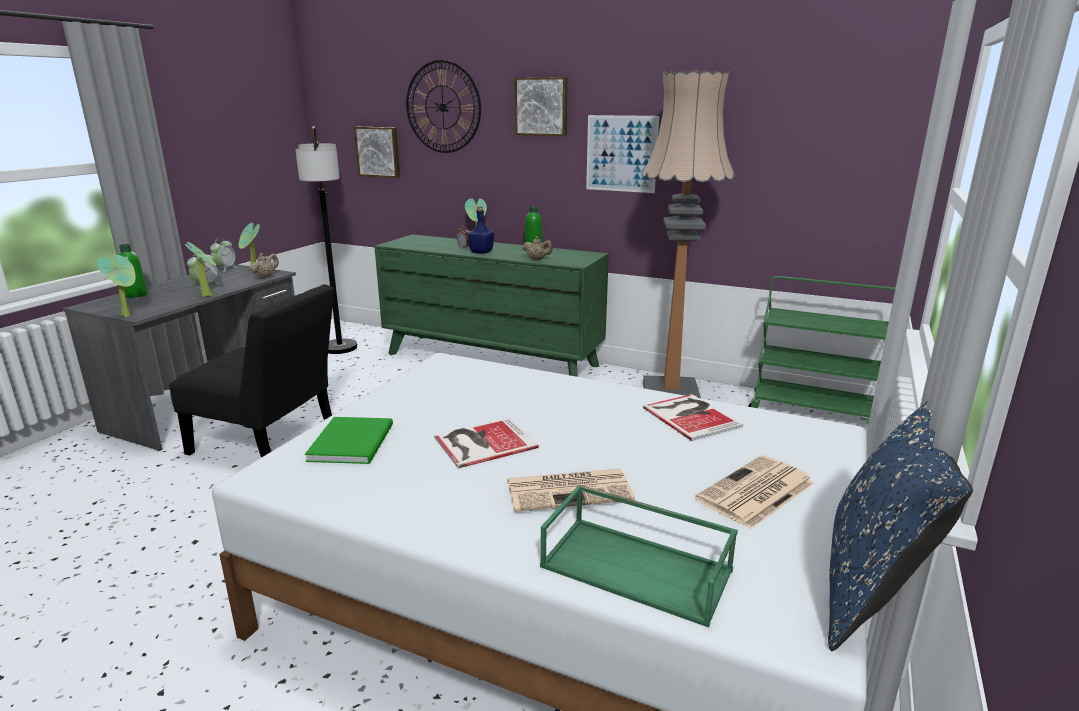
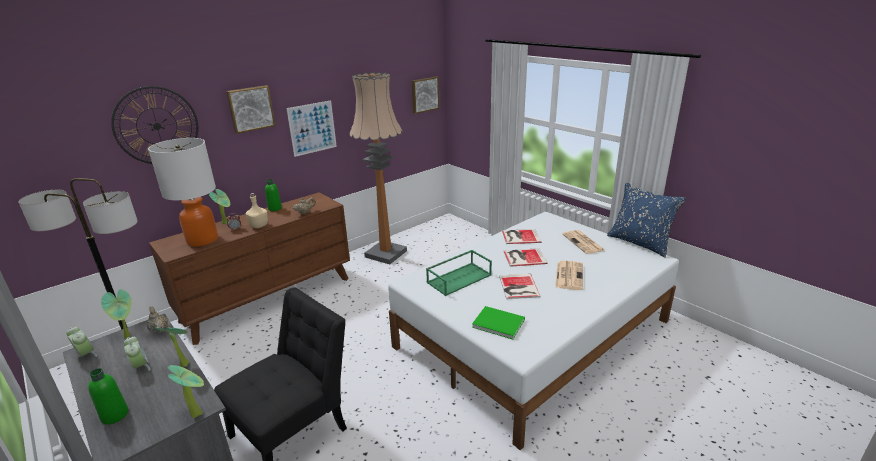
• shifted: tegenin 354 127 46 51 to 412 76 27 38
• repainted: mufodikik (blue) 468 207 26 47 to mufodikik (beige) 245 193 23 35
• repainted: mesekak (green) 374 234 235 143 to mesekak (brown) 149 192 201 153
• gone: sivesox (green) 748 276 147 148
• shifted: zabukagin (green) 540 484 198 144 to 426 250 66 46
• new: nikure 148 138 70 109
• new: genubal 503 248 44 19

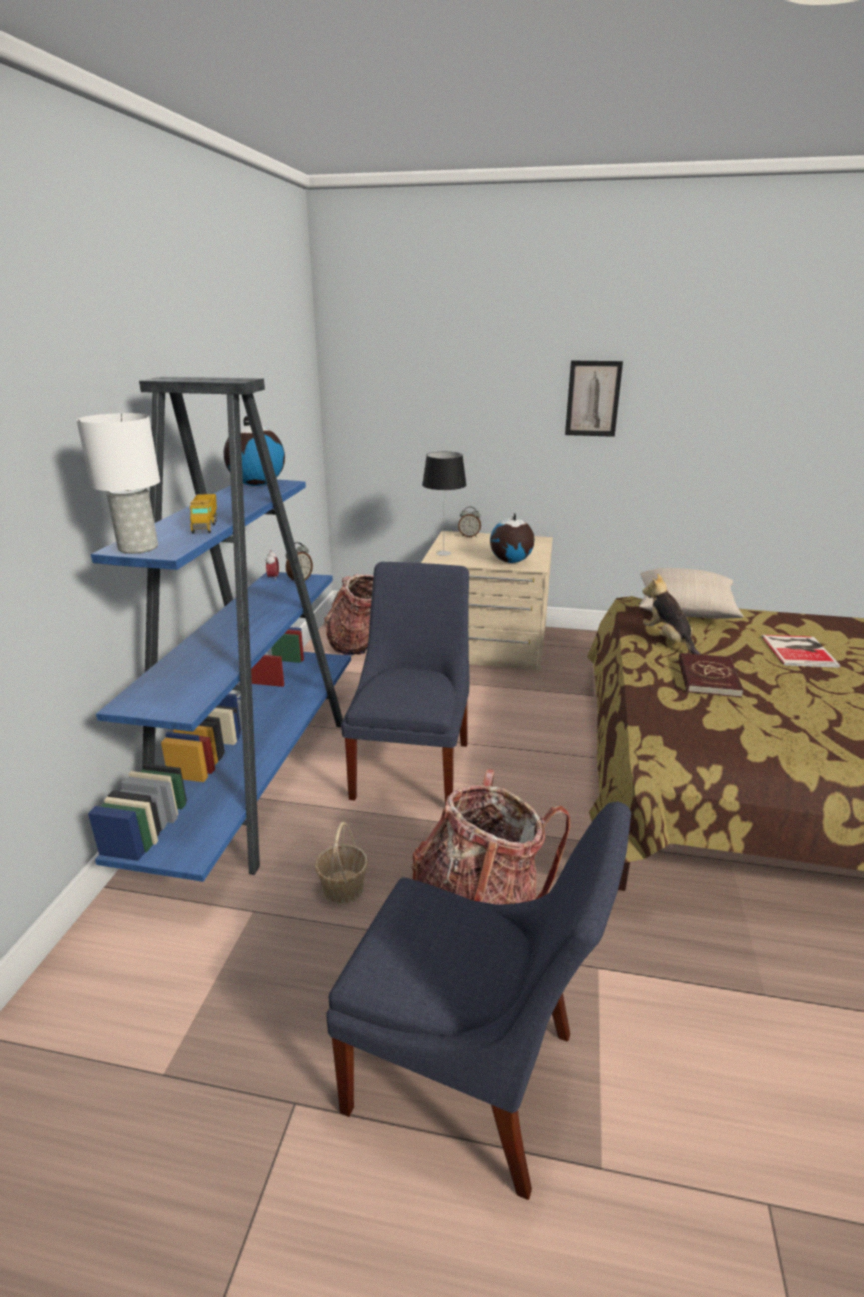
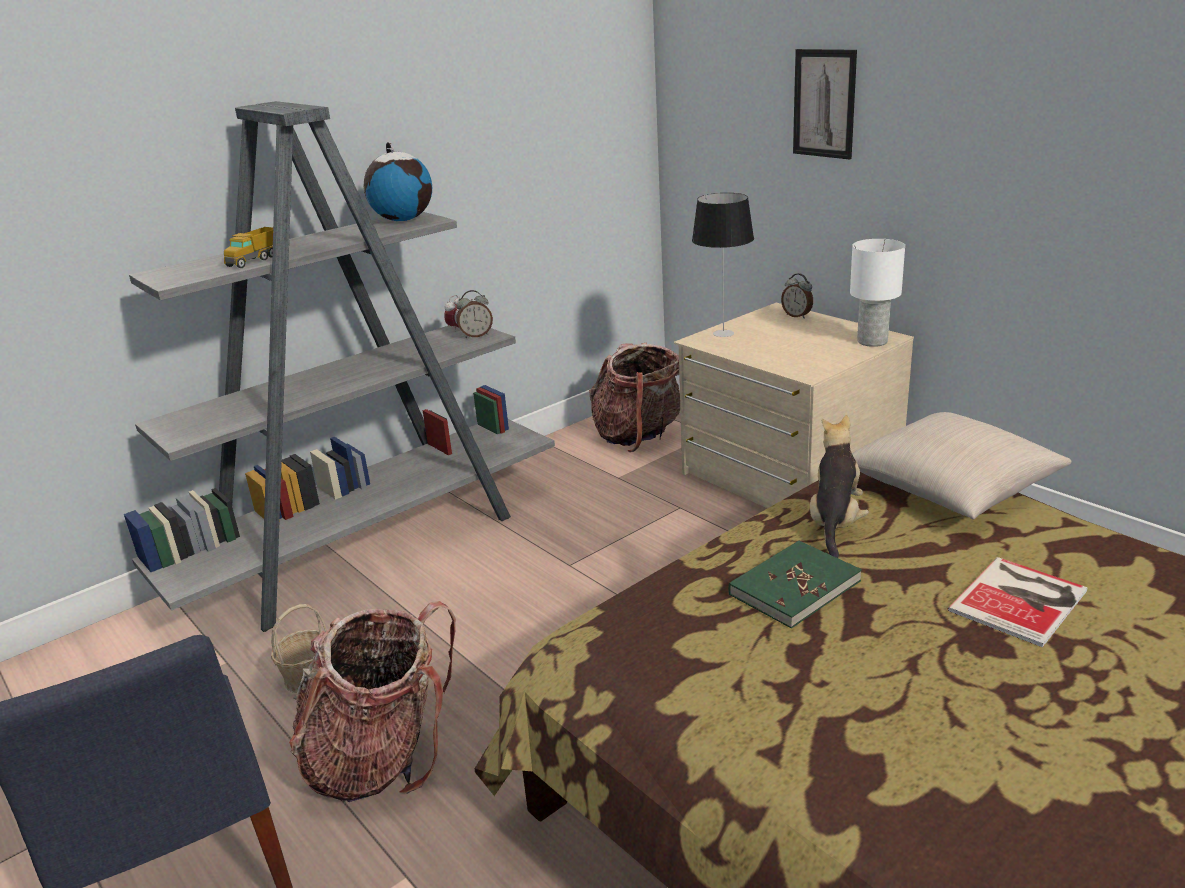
• shifted: tegenin 565 361 58 76 to 793 49 64 111
• repainted: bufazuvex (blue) 88 377 263 505 to bufazuvex (grey) 124 101 431 531
• shifted: nikure (white) 77 413 83 141 to 850 239 55 108
• gone: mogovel 490 513 45 50
• gone: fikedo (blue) 341 562 129 241
• repainted: genubal (red) 679 653 65 44 to genubal (green) 728 540 134 89

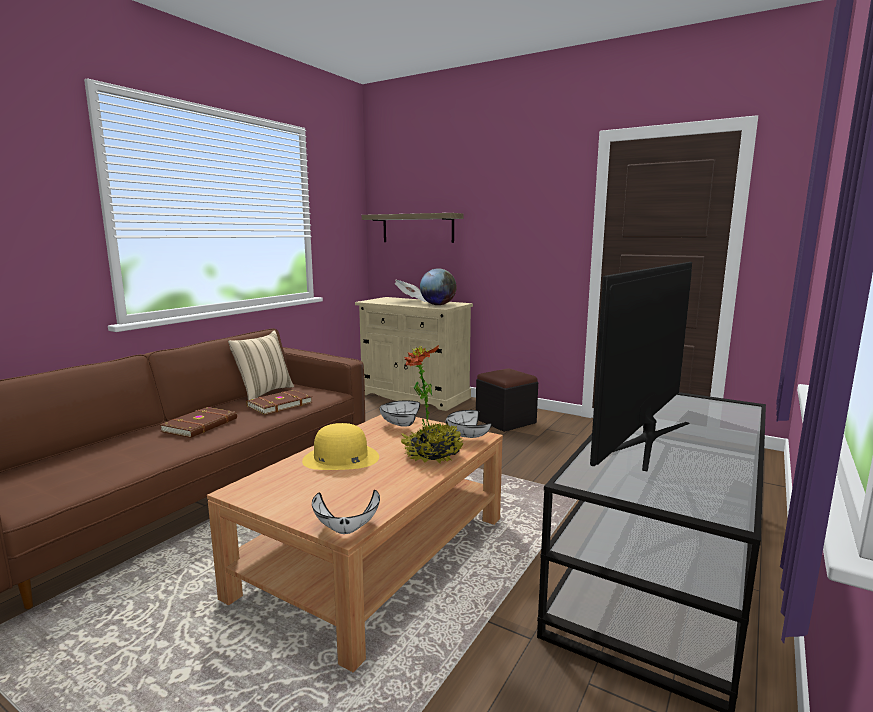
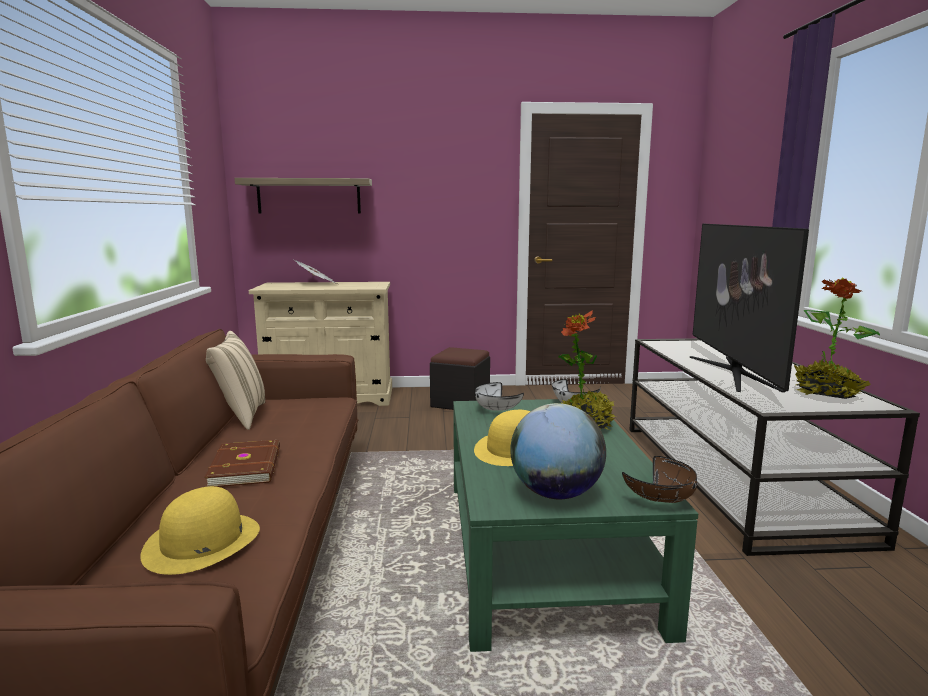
• shifted: mogovel 420 268 37 37 to 510 403 96 96
• gone: genubal (brown) 246 390 66 25
• repainted: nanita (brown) 207 415 296 257 to nanita (green) 453 399 245 253
• repainted: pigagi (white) 312 490 68 44 to pigagi (brown) 622 456 75 47
• new: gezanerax 794 277 87 122
• new: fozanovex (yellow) 140 486 120 89

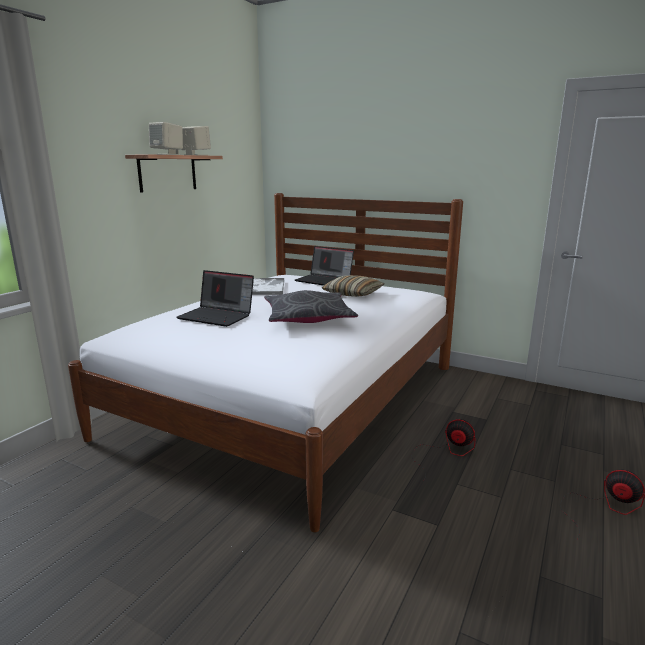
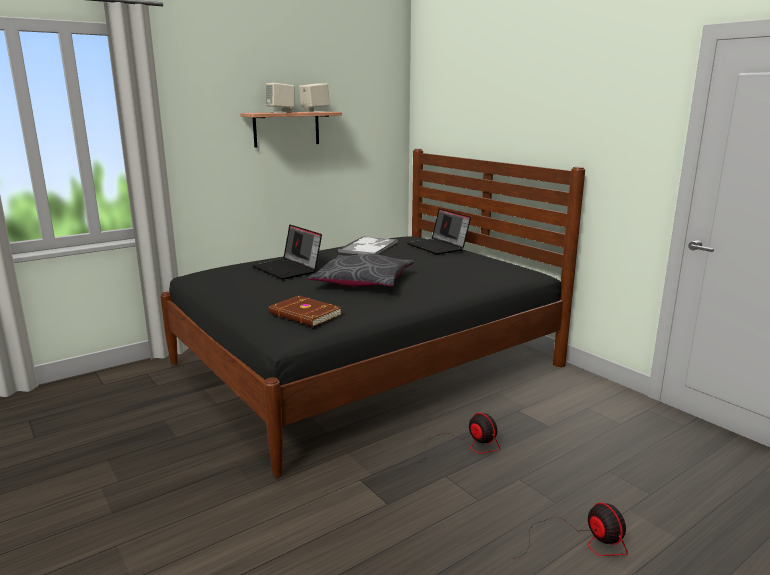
• repainted: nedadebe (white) 68 193 395 339 to nedadebe (black) 160 149 425 328
• gone: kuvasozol 322 275 63 22
• new: genubal (brown) 269 296 73 31

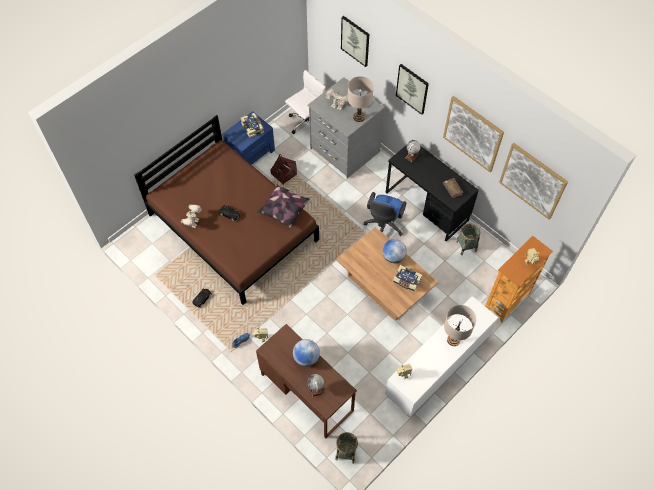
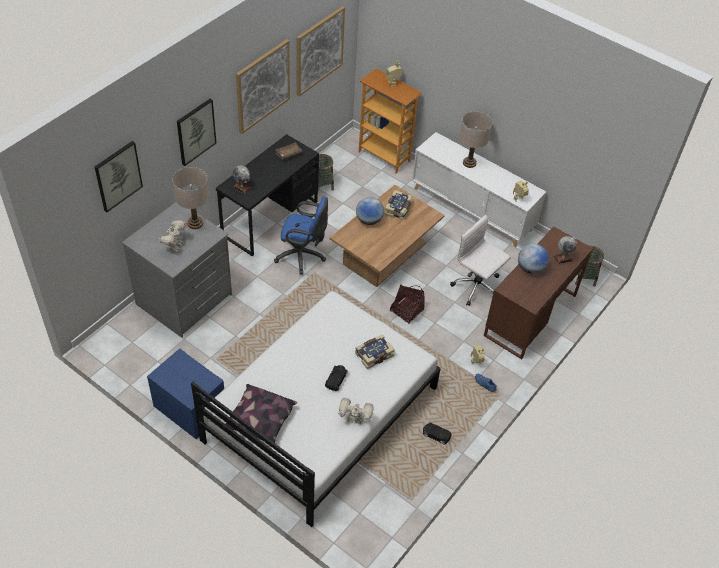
• shifted: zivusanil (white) 285 70 40 64 to 450 215 61 91
• shifted: genubal 240 113 24 25 to 355 335 40 34
• repainted: nedadebe (brown) 134 115 185 190 to nedadebe (white) 191 291 250 236
• shifted: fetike 270 154 27 30 to 390 284 35 40
• shifted: kuvasozol 257 185 52 43 to 223 384 74 59

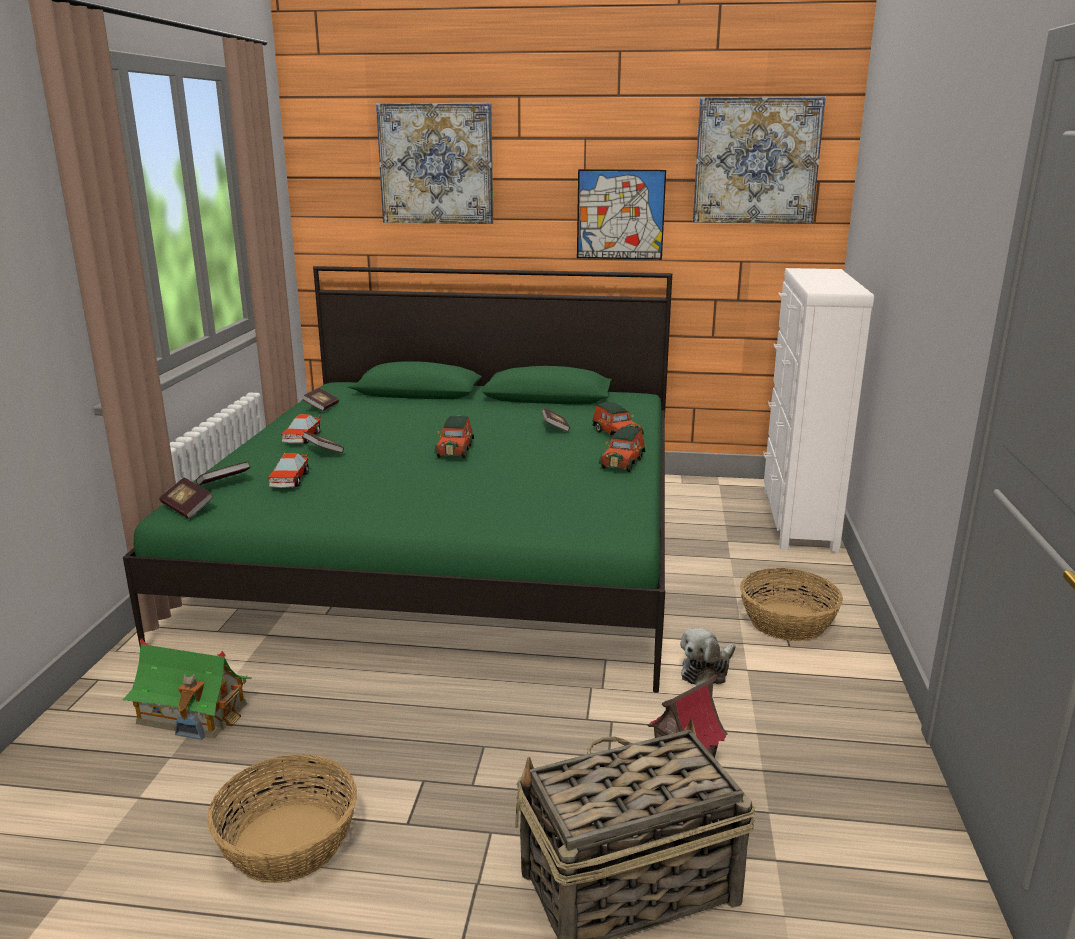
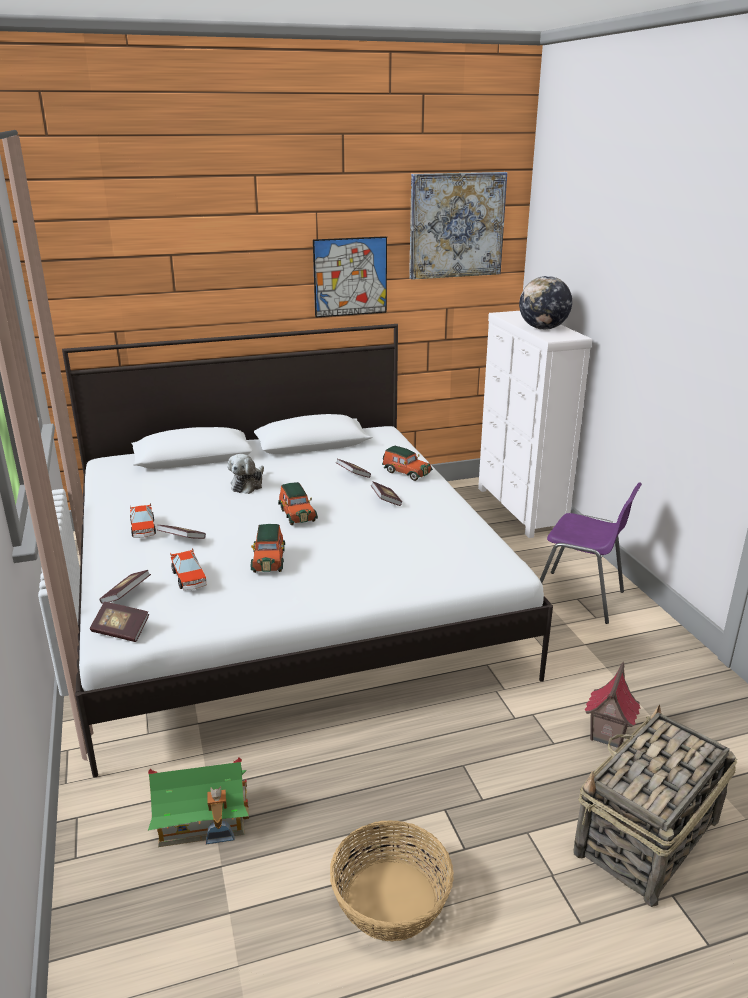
• gone: tegenin 376 103 117 121
• repainted: nedadebe (green) 123 266 549 427 to nedadebe (white) 62 324 491 454
• shifted: genubal 303 388 36 23 to 371 481 31 25
• shifted: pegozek 599 427 46 45 to 251 524 34 49
• swapped: fetike 740 568 103 73 to fikedo (purple) 540 482 102 142
• shifted: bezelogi 680 628 56 58 to 228 454 36 40
• new: mogovel 519 276 53 54

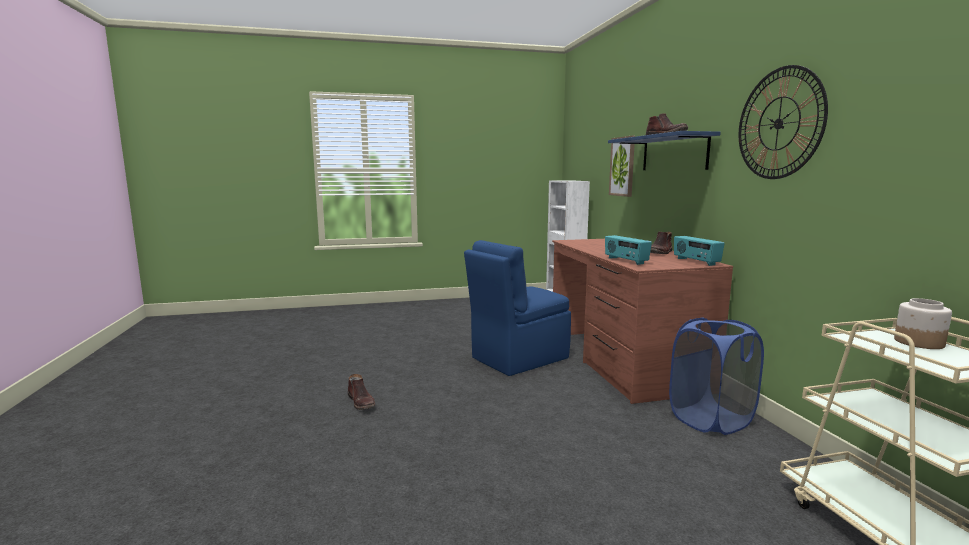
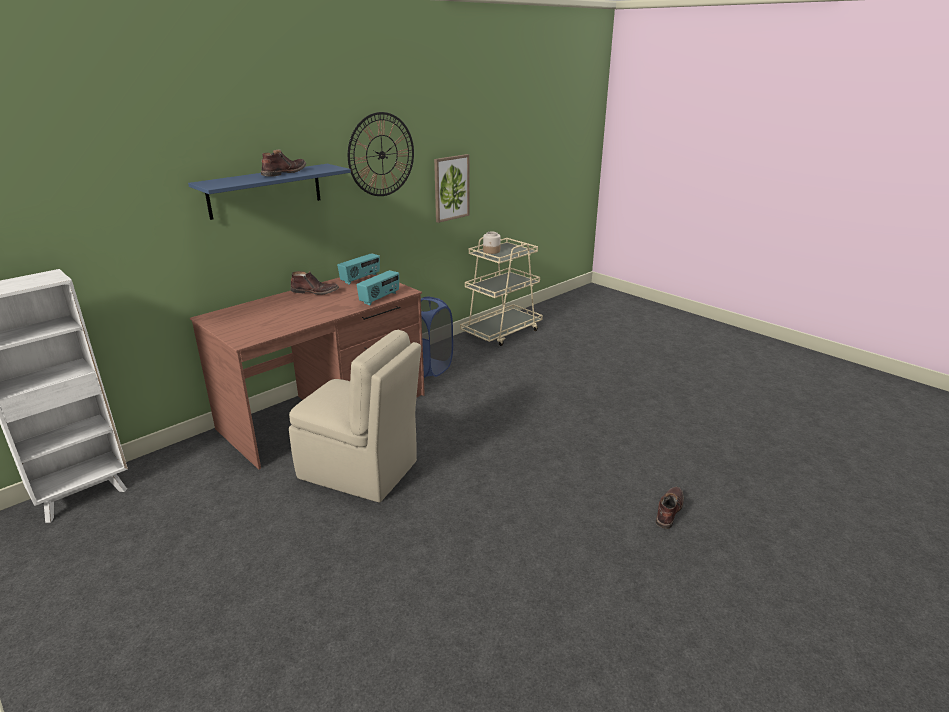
• shifted: tegenin 609 136 26 61 to 434 154 36 69
• repainted: fikedo (blue) 464 240 107 136 to fikedo (beige) 289 330 132 173
• shifted: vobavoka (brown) 348 374 27 36 to 656 487 28 42

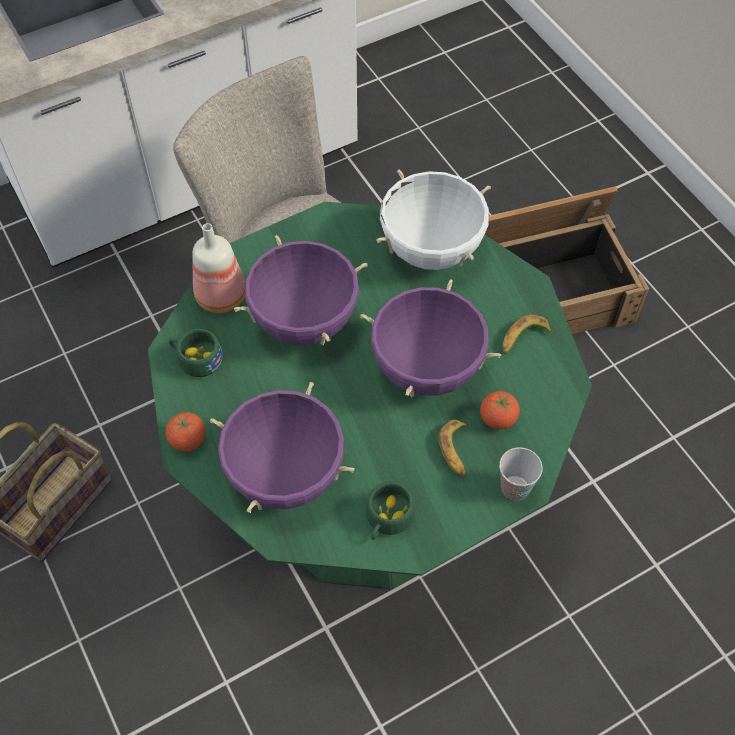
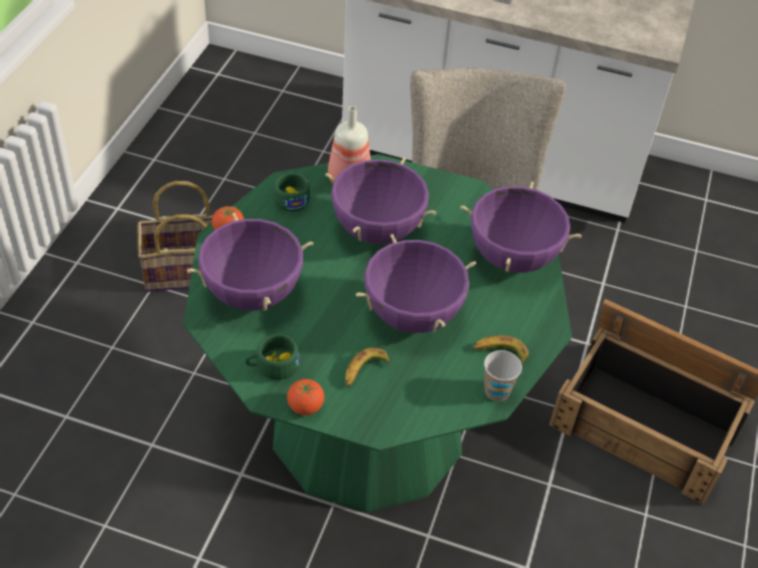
• repainted: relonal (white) 376 169 115 101 to relonal (purple) 461 181 121 92
• shifted: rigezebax 480 391 40 38 to 287 379 37 36
• shifted: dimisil 499 447 44 54 to 484 350 38 51

